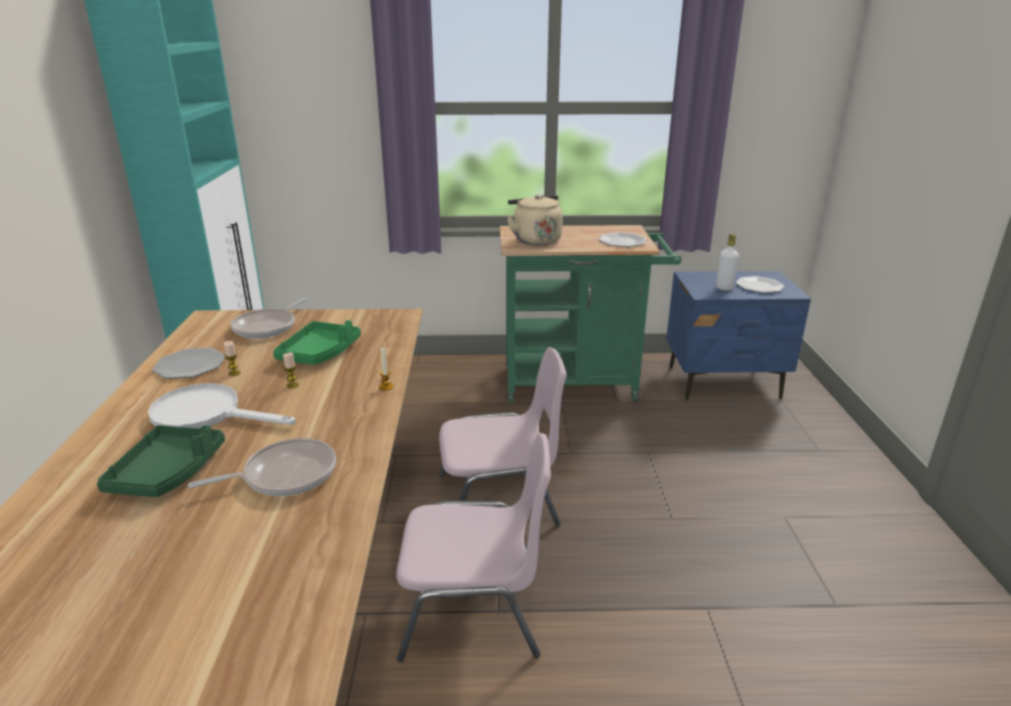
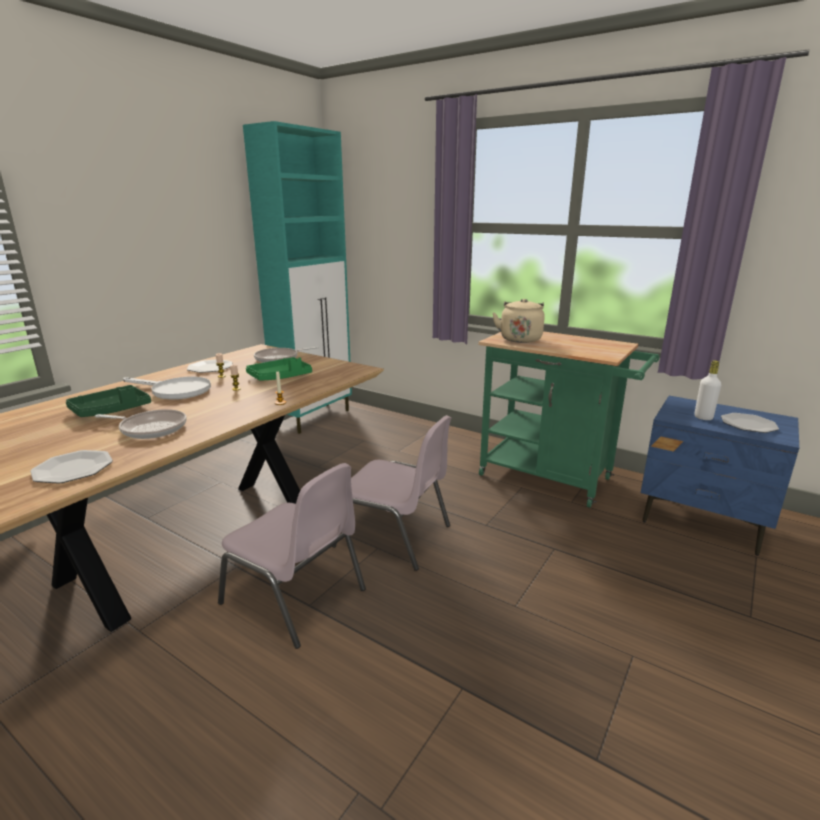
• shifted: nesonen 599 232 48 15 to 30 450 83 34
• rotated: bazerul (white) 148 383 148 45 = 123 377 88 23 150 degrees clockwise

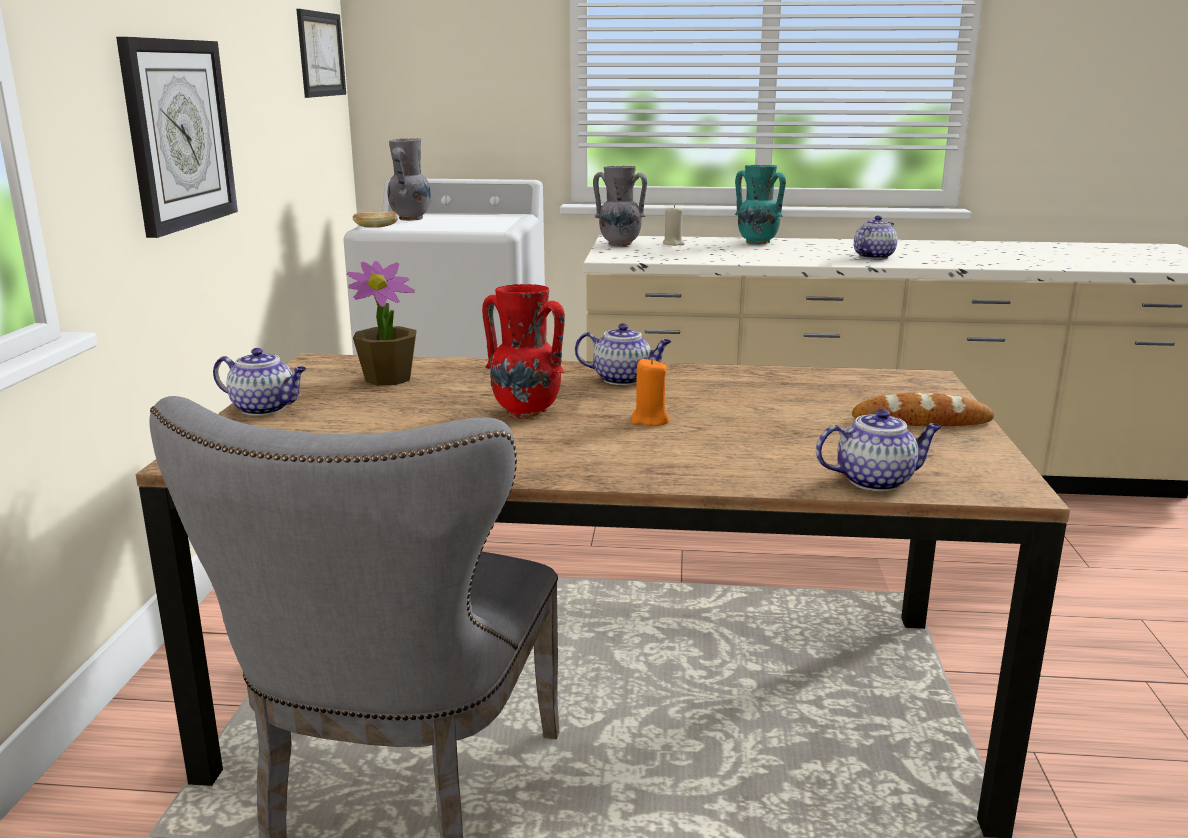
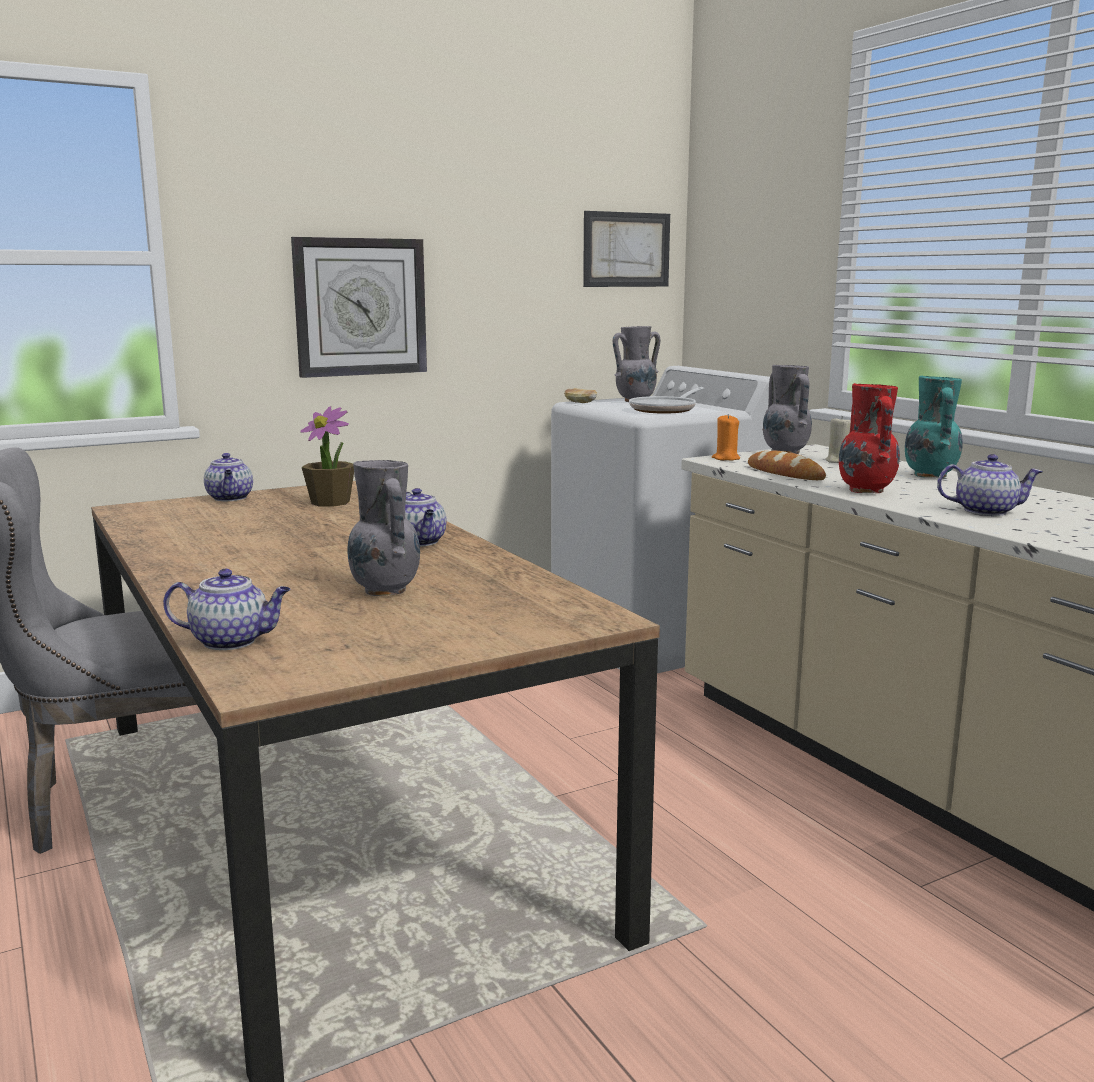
• shifted: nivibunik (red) 482 284 83 135 to 839 383 61 110
• shifted: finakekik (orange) 631 358 38 68 to 712 414 28 47
• shifted: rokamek 852 392 142 34 to 748 451 78 29
• rotated: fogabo 816 409 126 82 = 163 569 127 81 45 degrees counterclockwise
• new: bazerul 629 387 75 27
• new: nivibunik (grey) 347 460 73 136

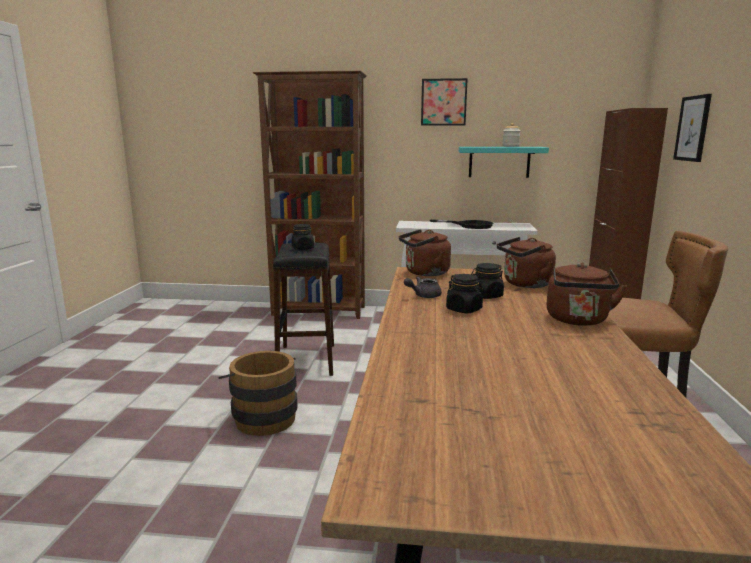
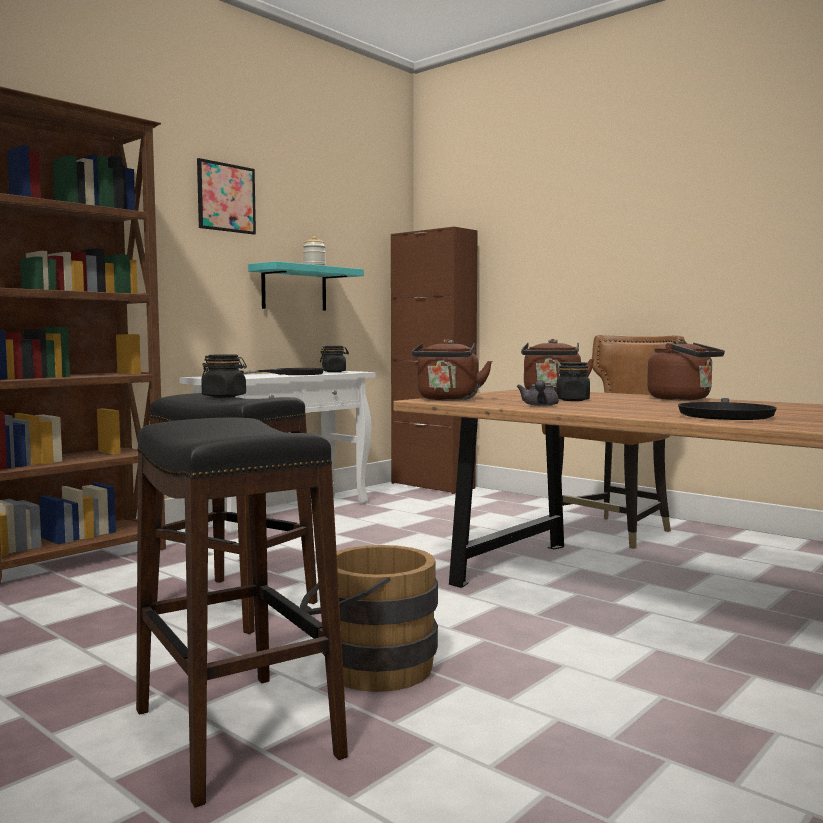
• gone: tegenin 673 94 39 68
• shifted: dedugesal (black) 446 274 38 39 to 320 346 29 26
• new: bazerul (black) 678 398 99 22
• new: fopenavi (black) 136 418 212 389

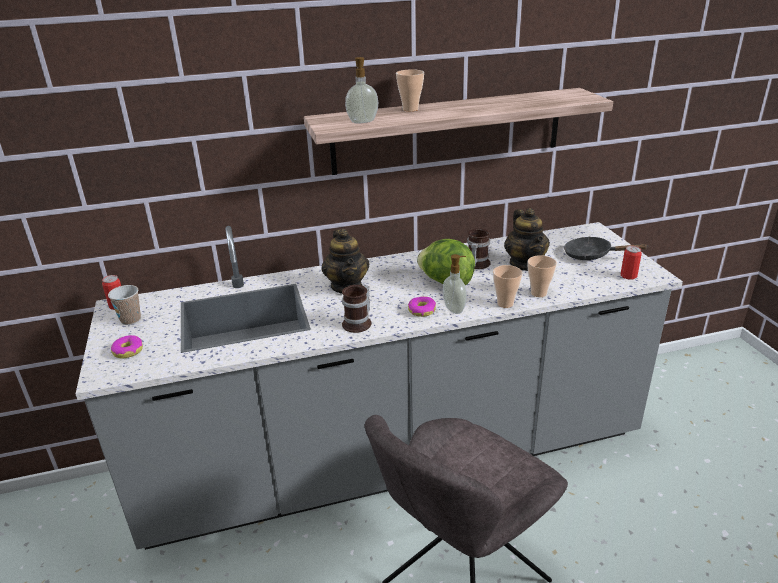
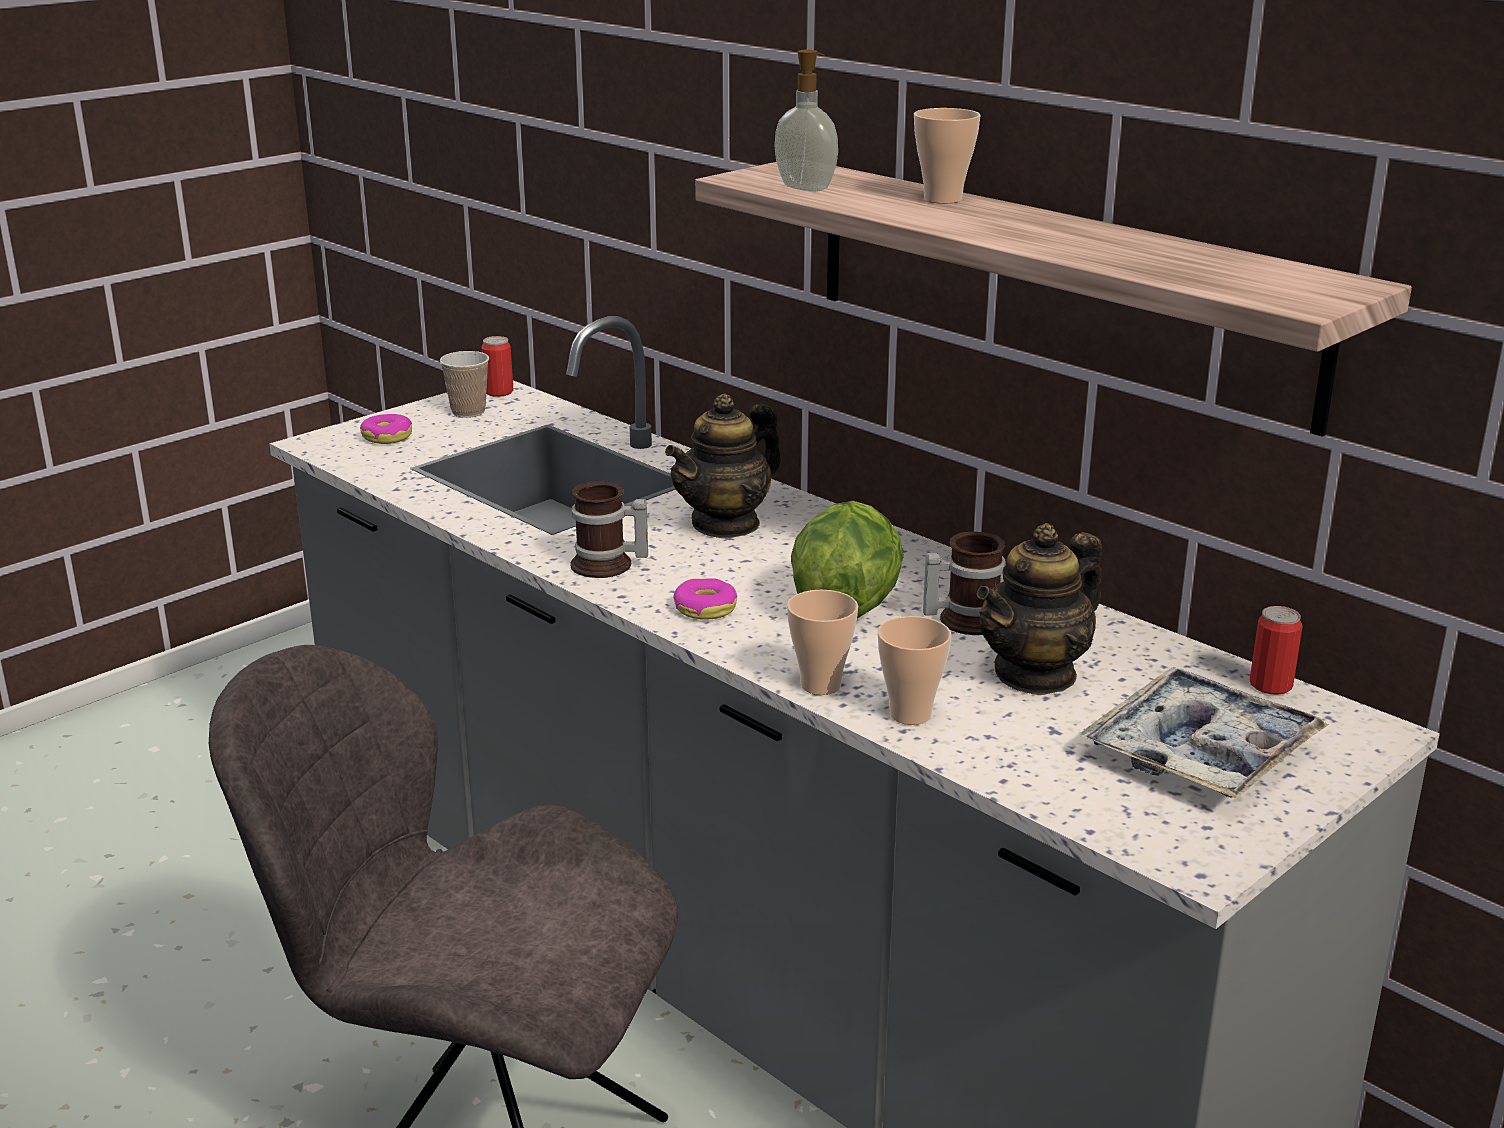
• swapped: bazerul (black) 564 236 85 24 to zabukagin 1080 667 249 132
• shifted: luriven 621 246 21 34 to 1250 606 53 89
• gone: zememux 443 254 24 60

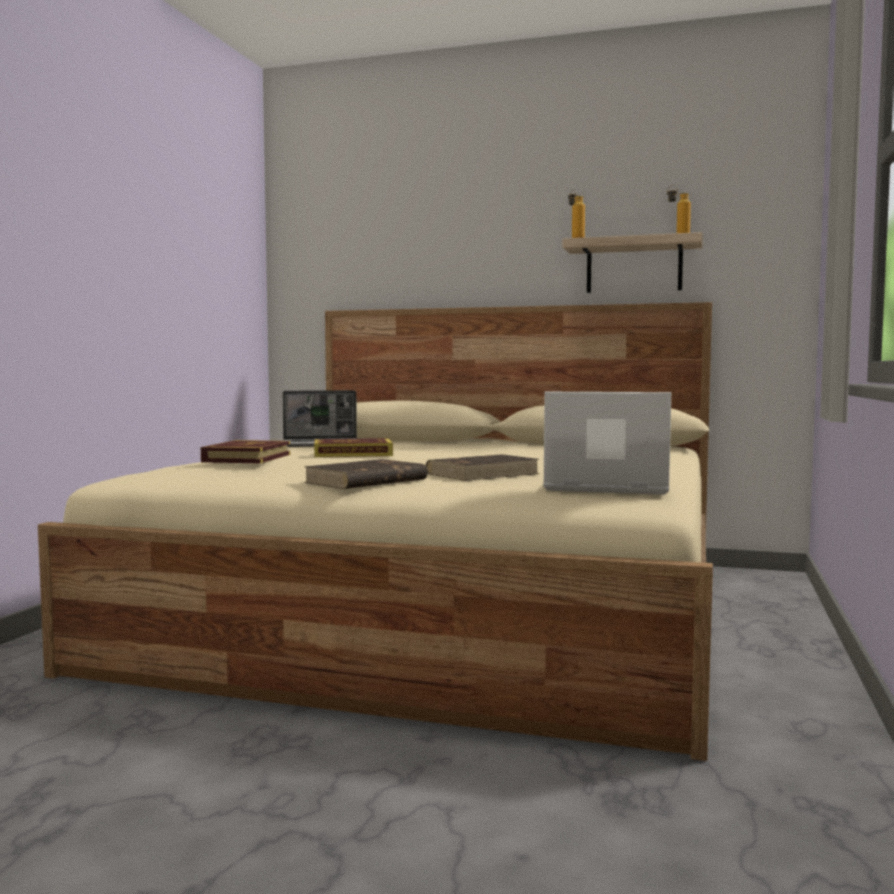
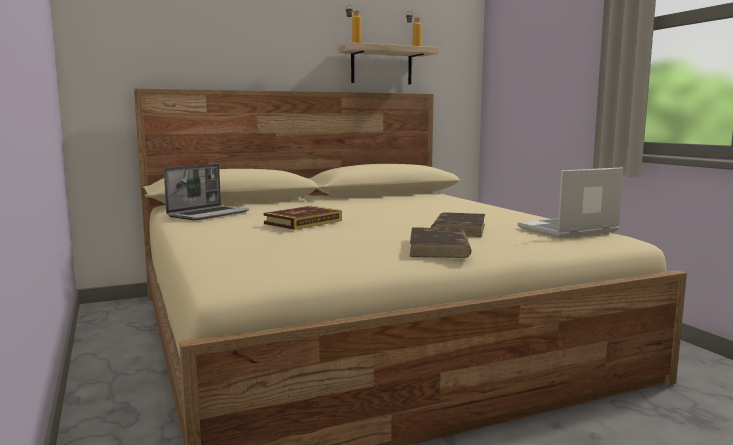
• gone: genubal 201 440 89 23

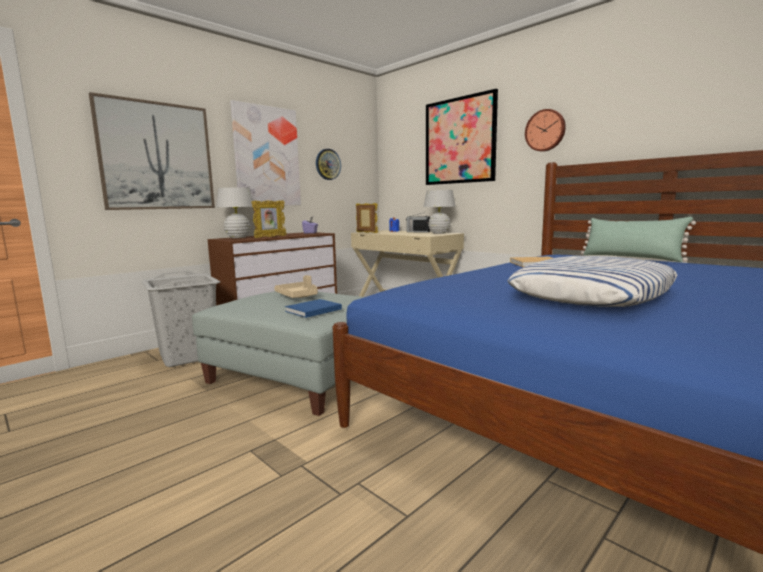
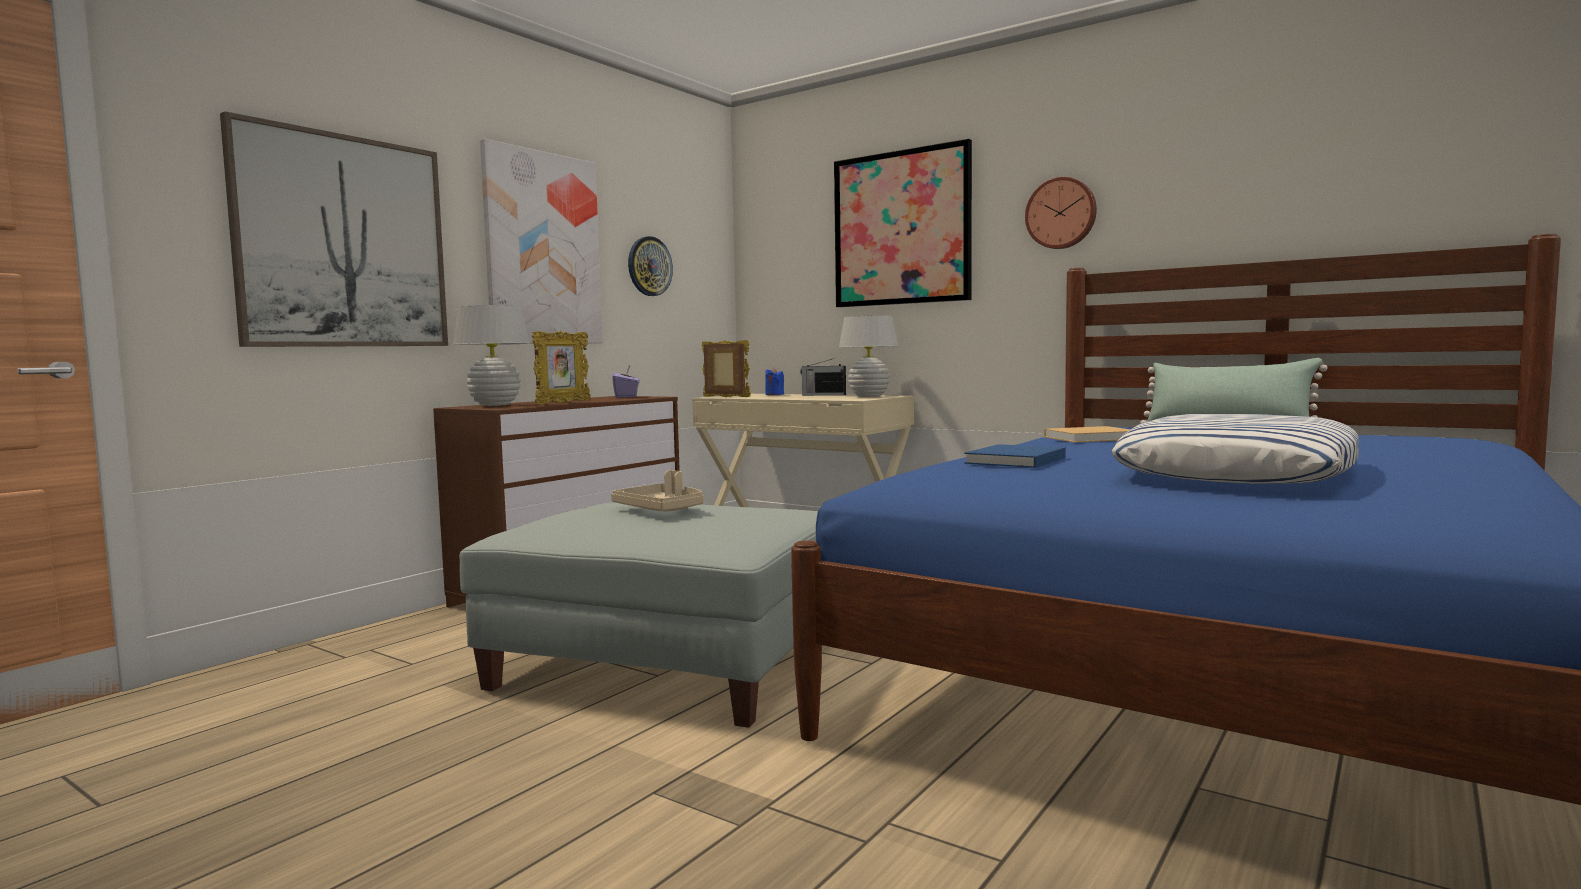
• gone: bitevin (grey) 142 271 78 96
• shifted: genubal (blue) 285 299 57 19 to 964 444 102 24

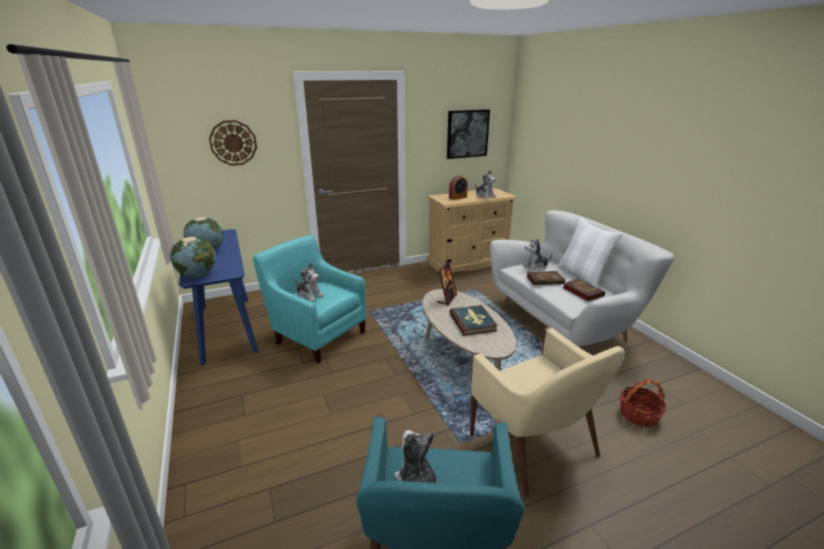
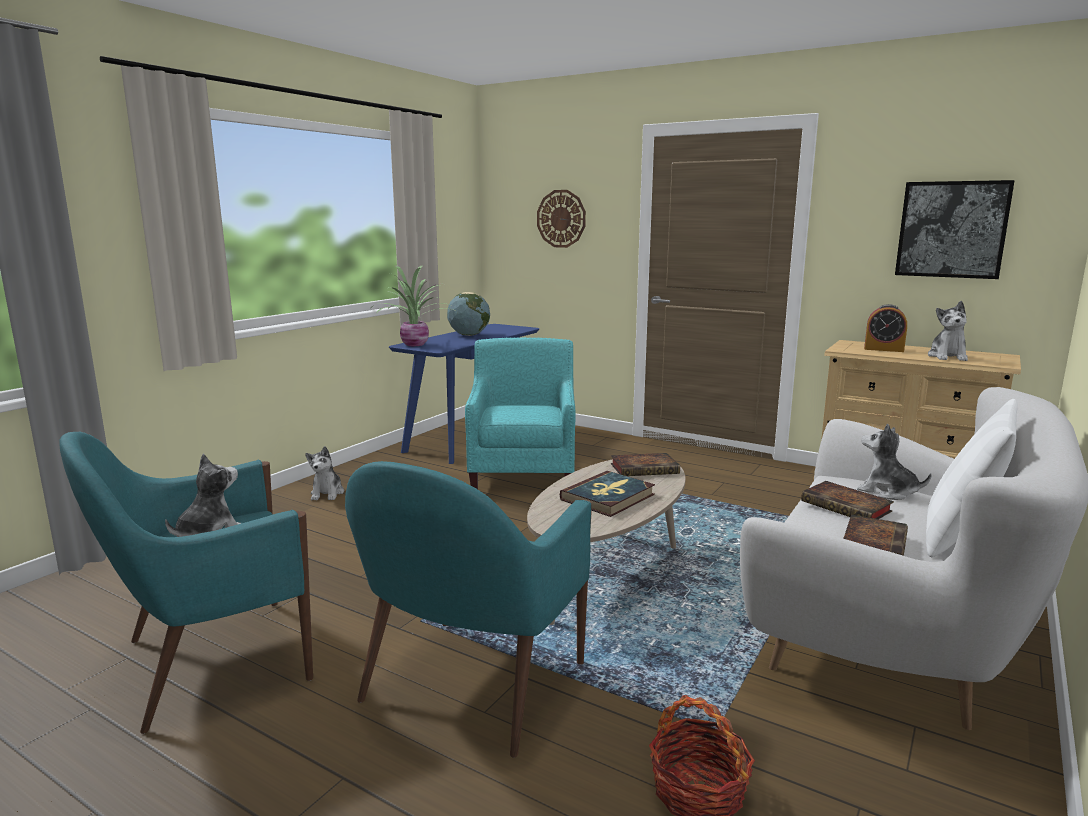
• swapped: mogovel 170 237 46 41 to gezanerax 376 266 77 80
• swapped: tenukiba 437 261 20 44 to genubal 611 453 69 23
• shifted: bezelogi 295 263 29 39 to 305 446 39 54
• repainted: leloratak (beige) 470 327 155 171 to leloratak (turquoise) 345 461 247 297

